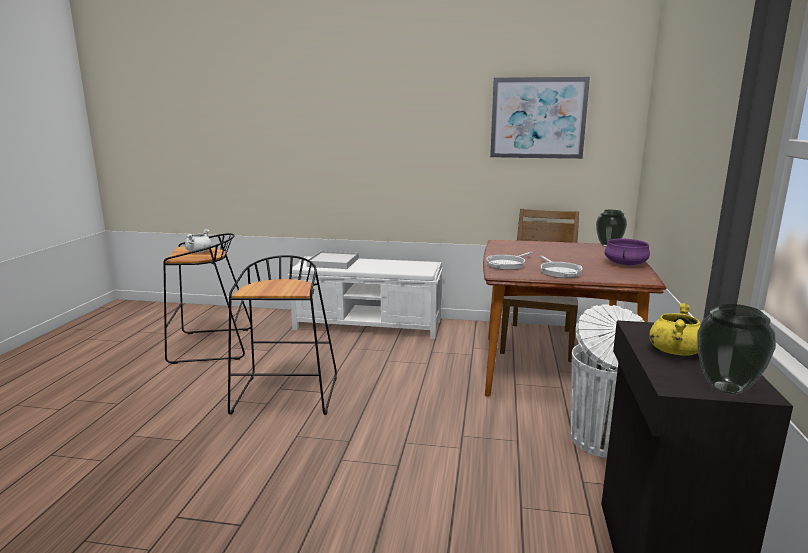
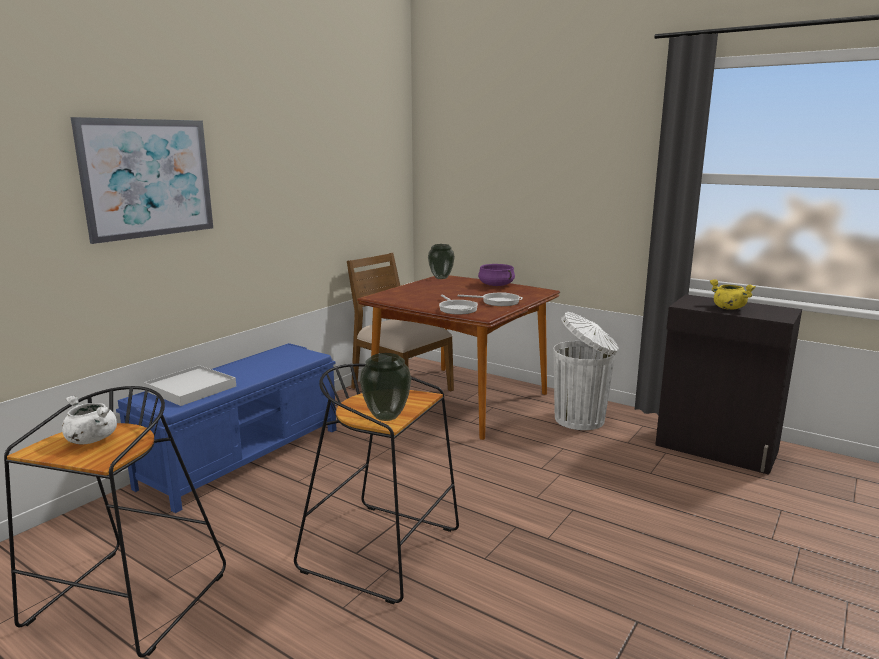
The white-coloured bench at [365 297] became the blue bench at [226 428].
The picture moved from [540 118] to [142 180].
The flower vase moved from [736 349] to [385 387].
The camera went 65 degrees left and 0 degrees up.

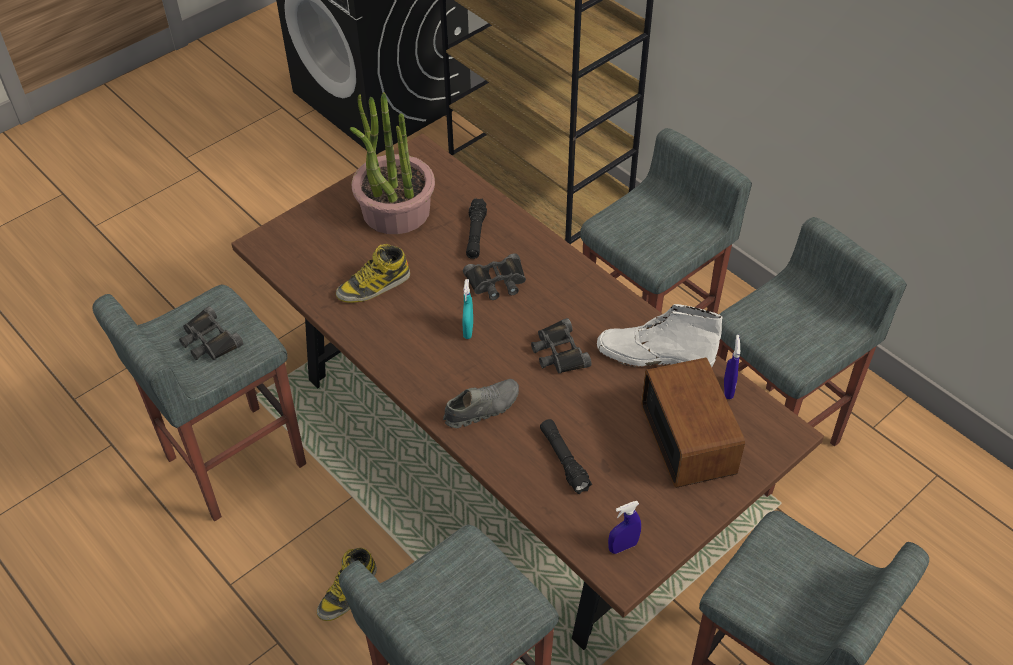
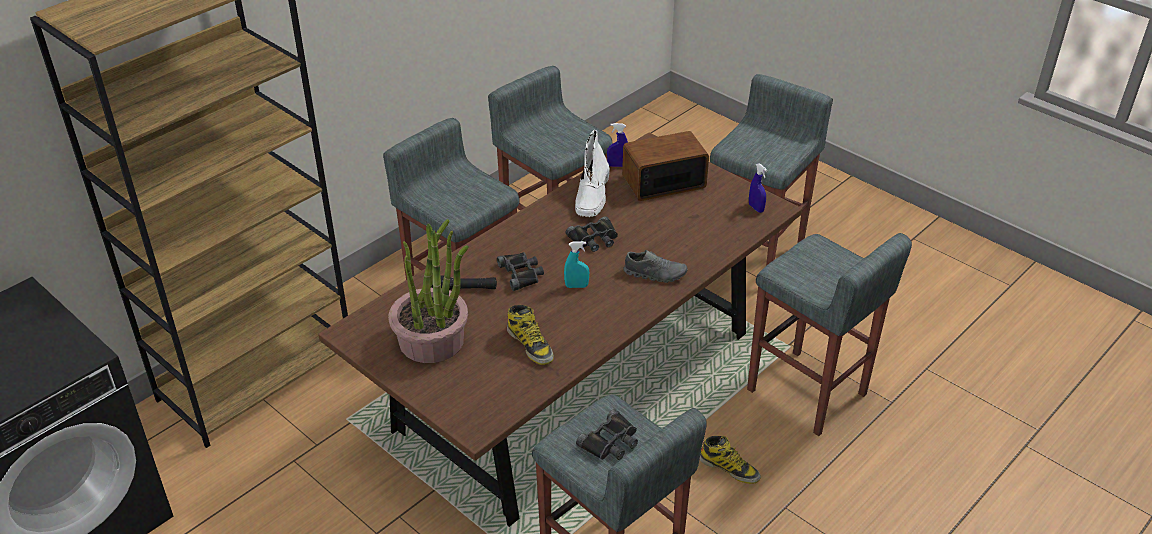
The grey low shoe at [481 403] turned 135 degrees clockwise.
The black-coloured hand torch at [566 456] disappeared.
The camera went 95 degrees left and 10 degrees down.

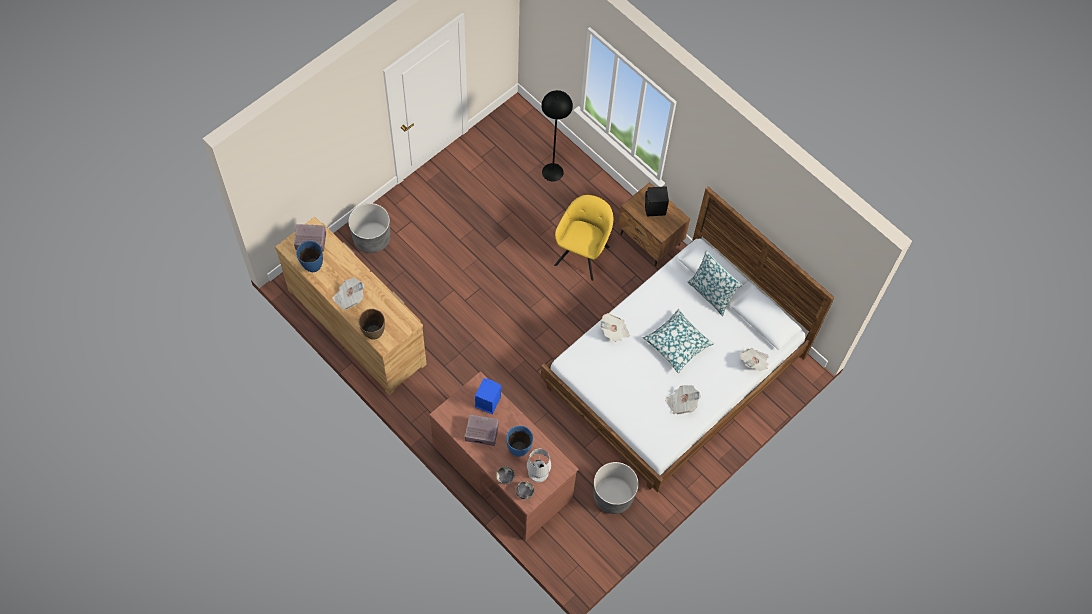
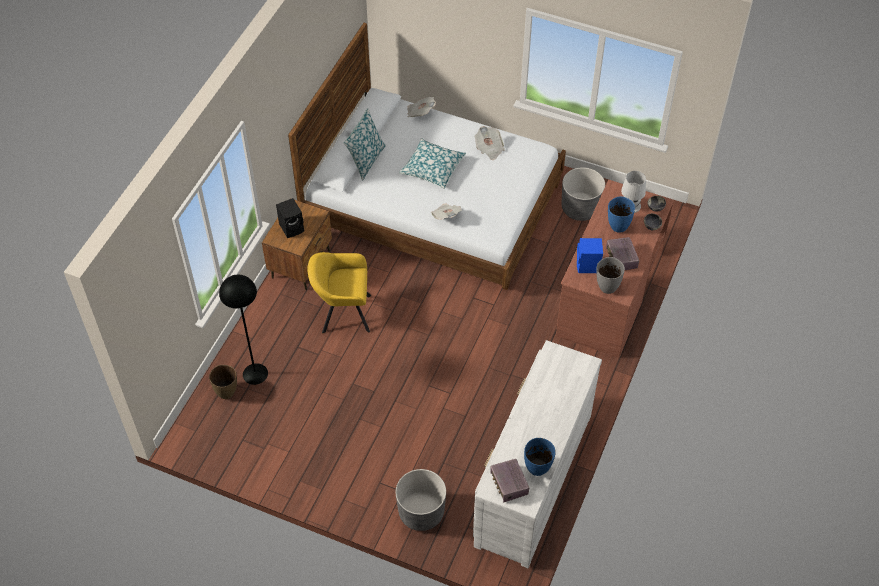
The brownish drawer chest at [350 306] became the white-coloured drawer chest at [537 454].
The newspaper at [348 294] disappeared.
The brownish flower vase moved from [371 324] to [223 382].
The grey flower vase at [611 275] appeared.
The camera went 110 degrees left and 10 degrees down.

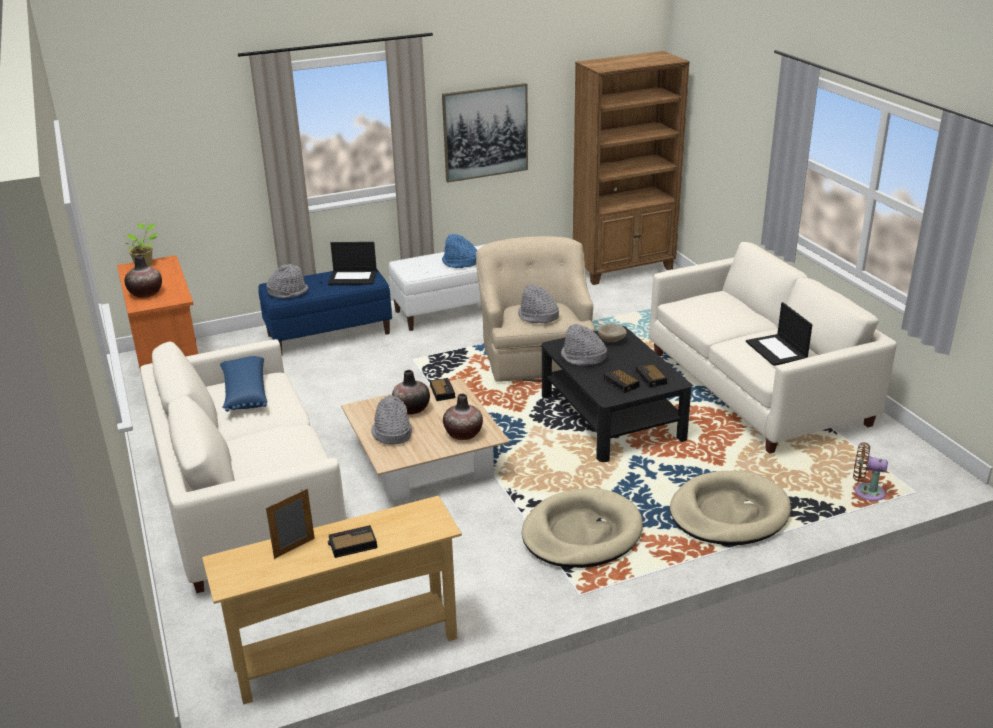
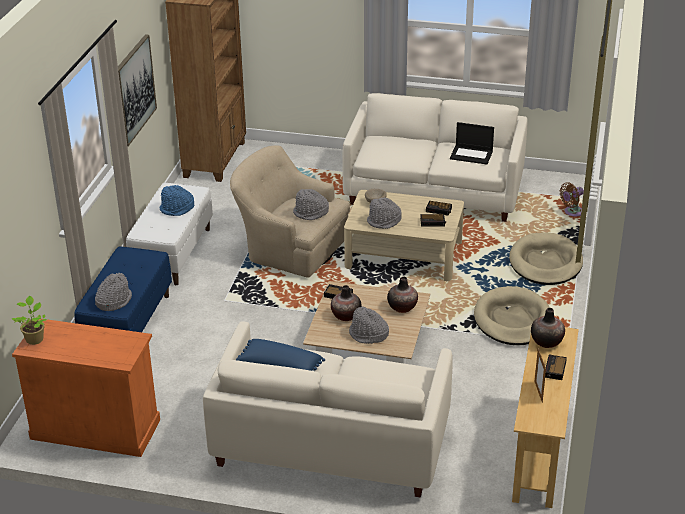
The flower vase moved from [143 276] to [548 328].
The portable computer at [352 263] disappeared.
The black-coloured low table at [617 394] became the beige low table at [404 235].
The camera went 55 degrees left and 5 degrees up.

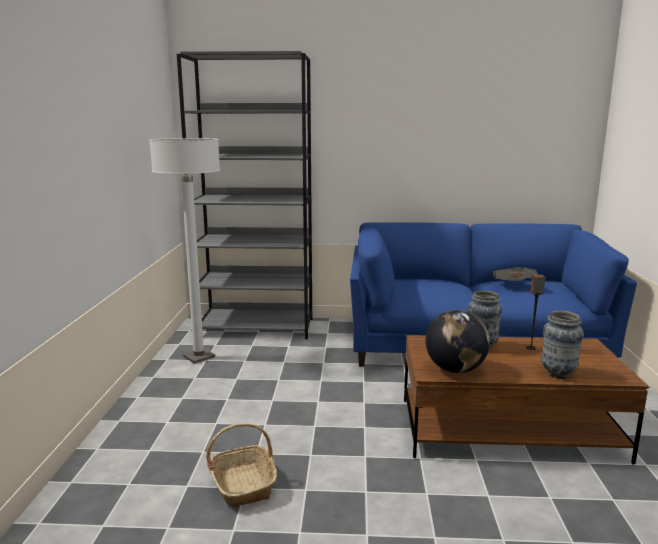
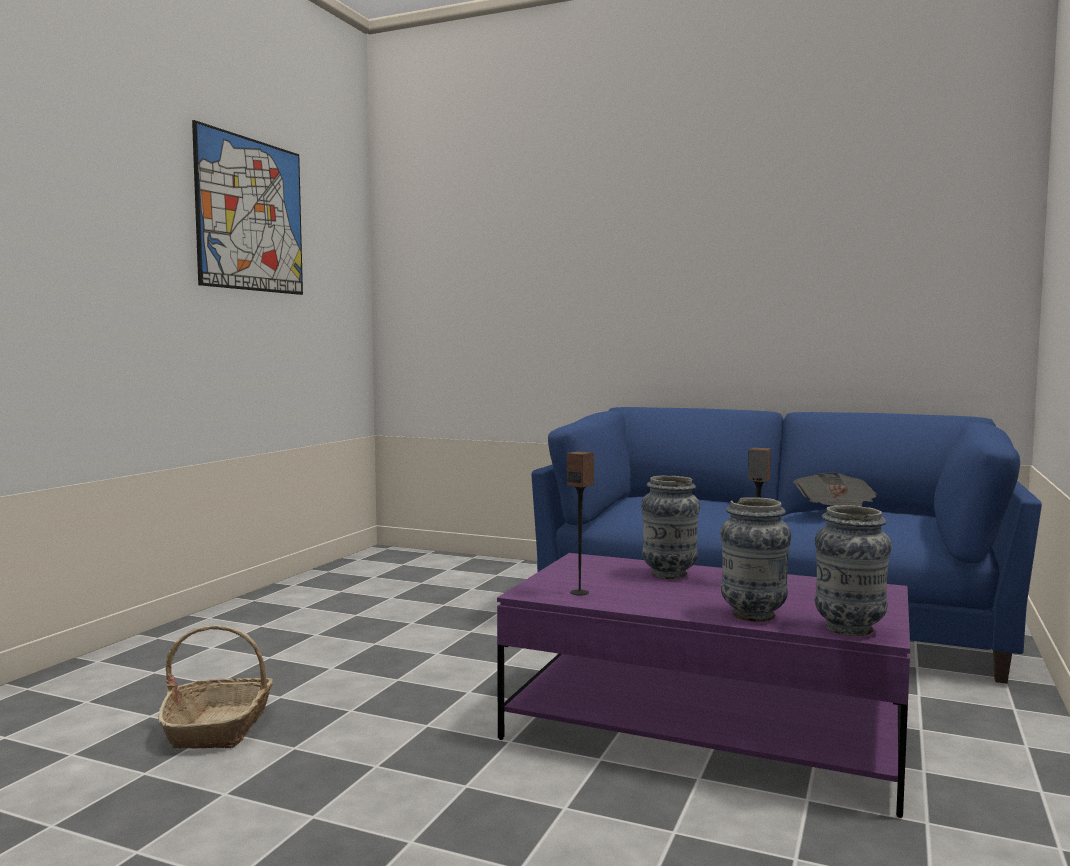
The white-coloured standard lamp at [185 251] disappeared.
The grey bookcase at [244 195] disappeared.
The brownish low table at [526 400] became the purple low table at [703 685].
The desk globe at [458 341] was replaced by the audio speaker at [580 523].
The picture at [247 207] appeared.
The flower vase at [853 570] appeared.
The camera went 20 degrees right and 10 degrees down.

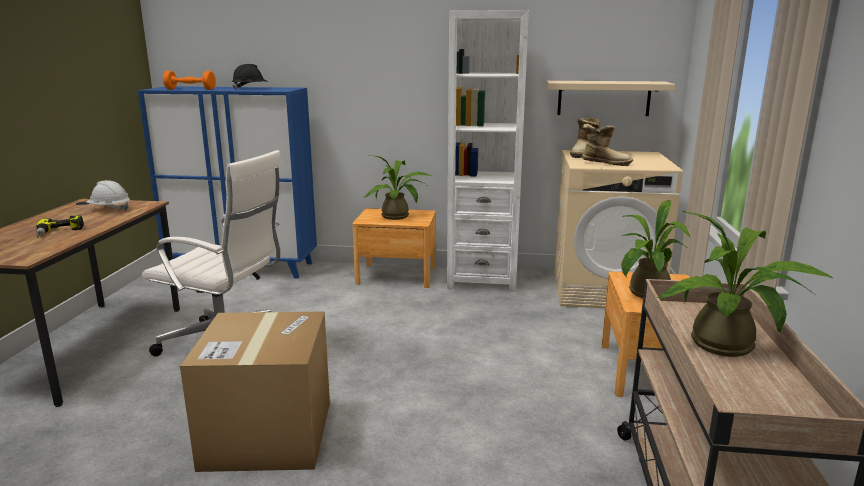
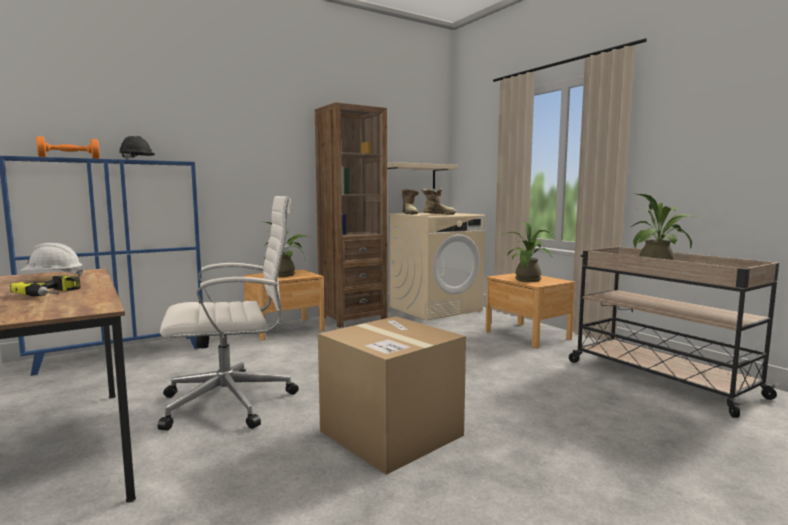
The white-coloured bookcase at [488 151] became the brownish bookcase at [351 215].
The camera went 40 degrees left and 10 degrees down.

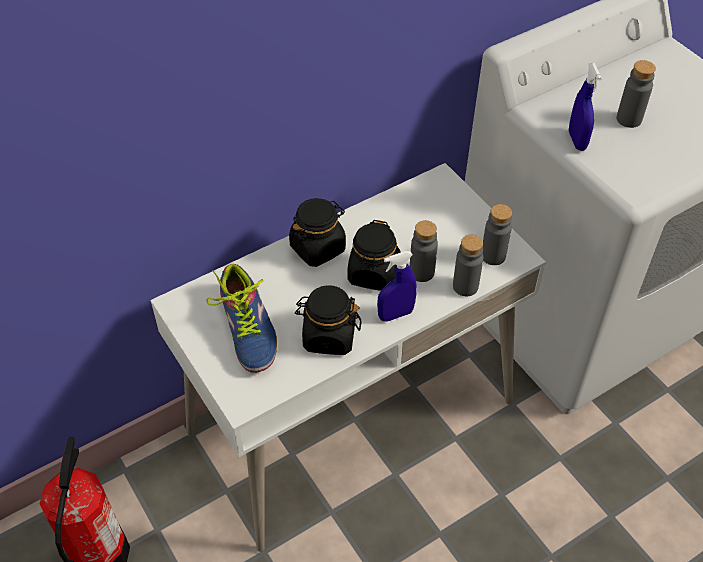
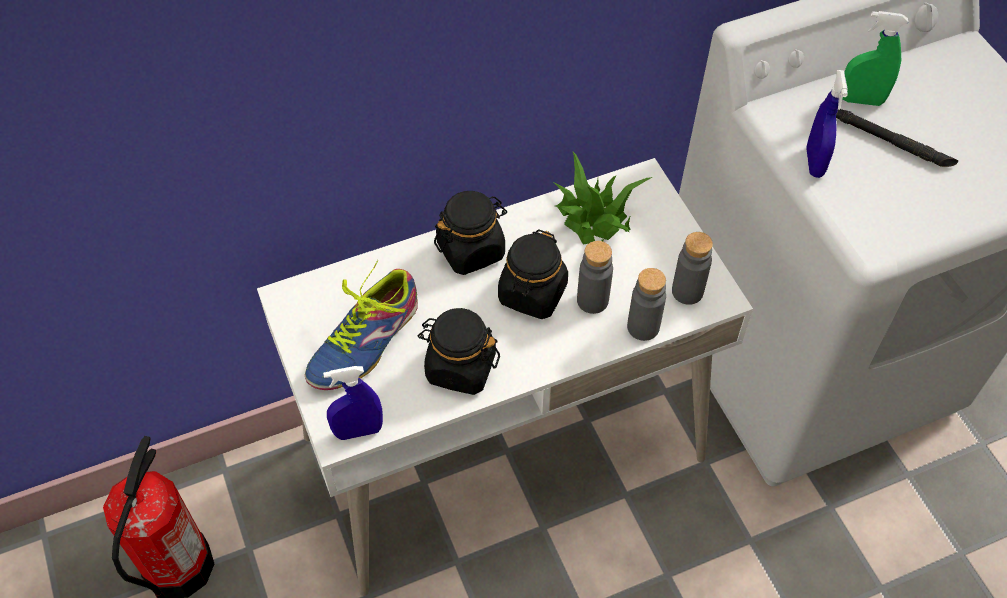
The low shoe at [241 318] turned 45 degrees clockwise.
The blue sprayer moved from [397 286] to [353 403].
The grey bottle at [636 94] was replaced by the black-coloured hand torch at [897 138].
The plant in a pot at [602 198] appeared.
The green-coloured sprayer at [875 58] appeared.
The camera went 10 degrees right and 5 degrees up.

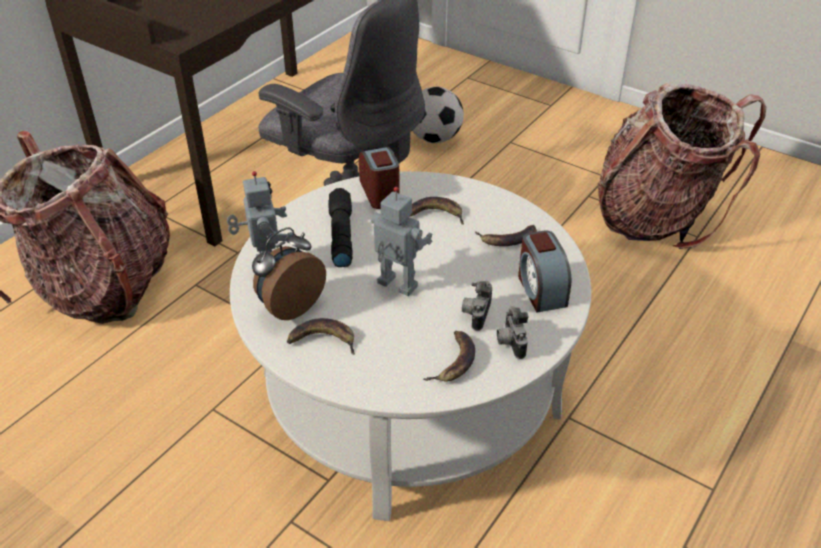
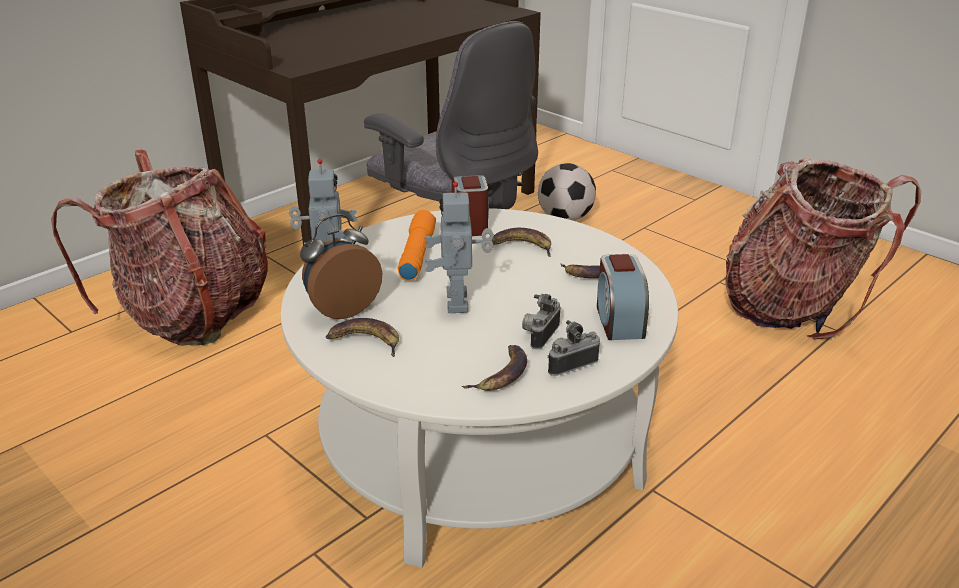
The black-coloured hand torch at [340 227] became the orange hand torch at [417 245].
The toy robot at [401 241] turned 135 degrees counterclockwise.
The still camera at [512 332] turned 60 degrees clockwise.
The camera went 10 degrees right and 10 degrees down.

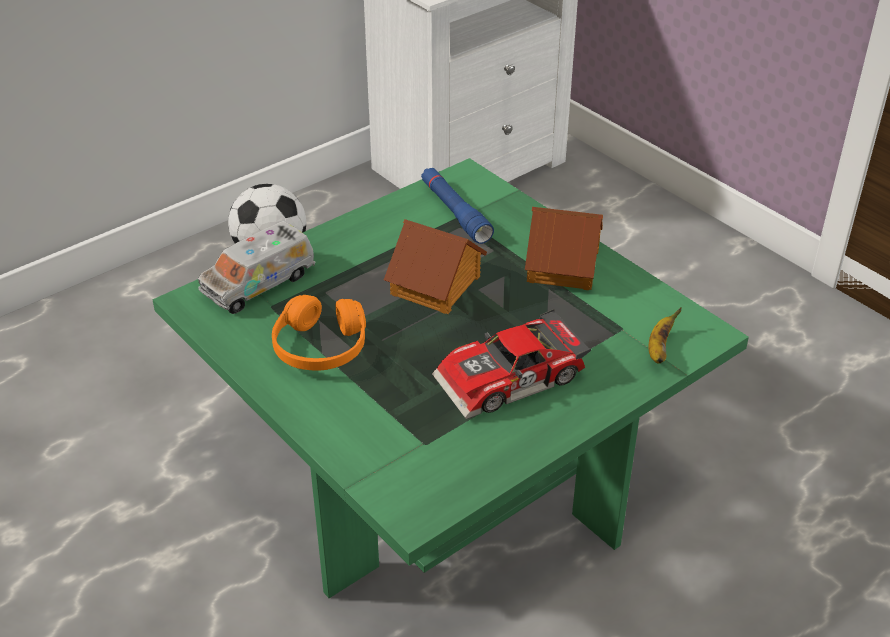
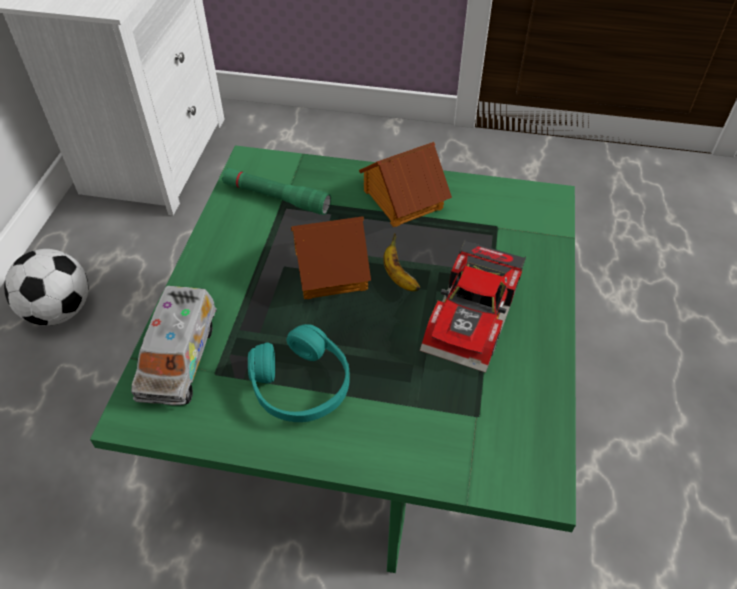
The orange headset at [319 333] became the turquoise headset at [299 373].
The blue hand torch at [457 205] became the green-coloured hand torch at [276 191].
The banana fruit moved from [665 336] to [401 262].
The camera went 40 degrees left and 10 degrees up.

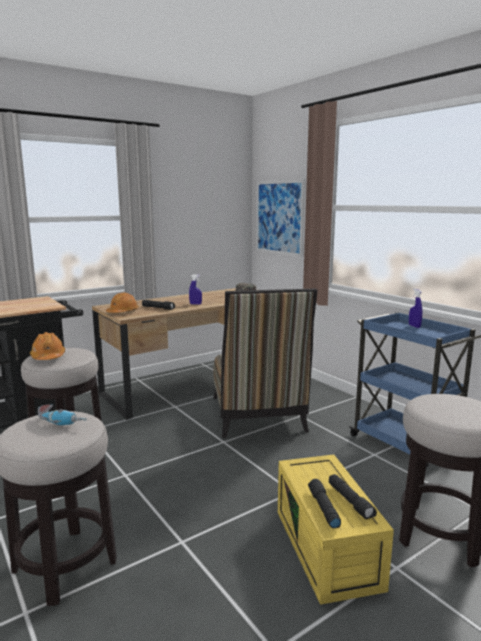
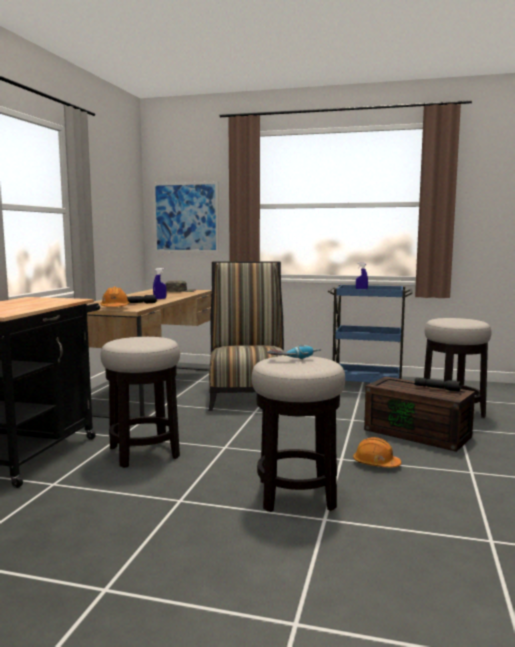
The orange work helmet moved from [47 346] to [377 452].
The plain chair at [265 363] turned 135 degrees counterclockwise.
The yellow-coloured storage container at [336 530] became the brownish storage container at [419 414].
The black-coloured hand torch at [324 503] disappeared.
The camera went 40 degrees left and 5 degrees down.

